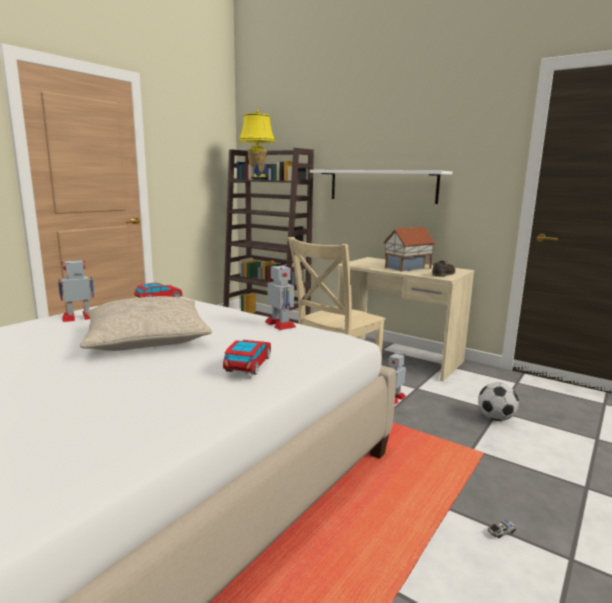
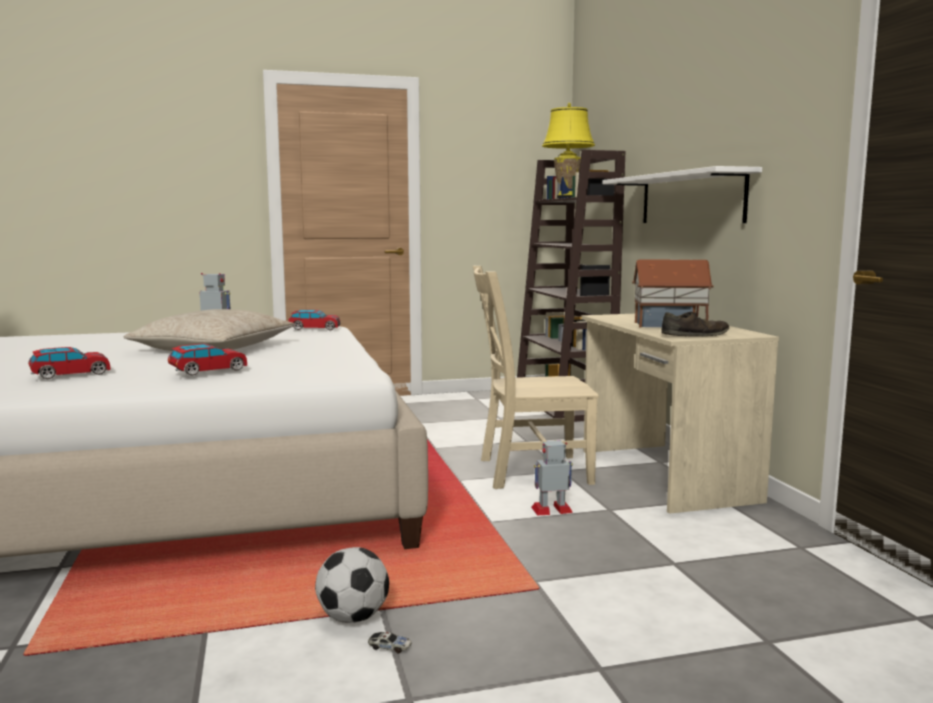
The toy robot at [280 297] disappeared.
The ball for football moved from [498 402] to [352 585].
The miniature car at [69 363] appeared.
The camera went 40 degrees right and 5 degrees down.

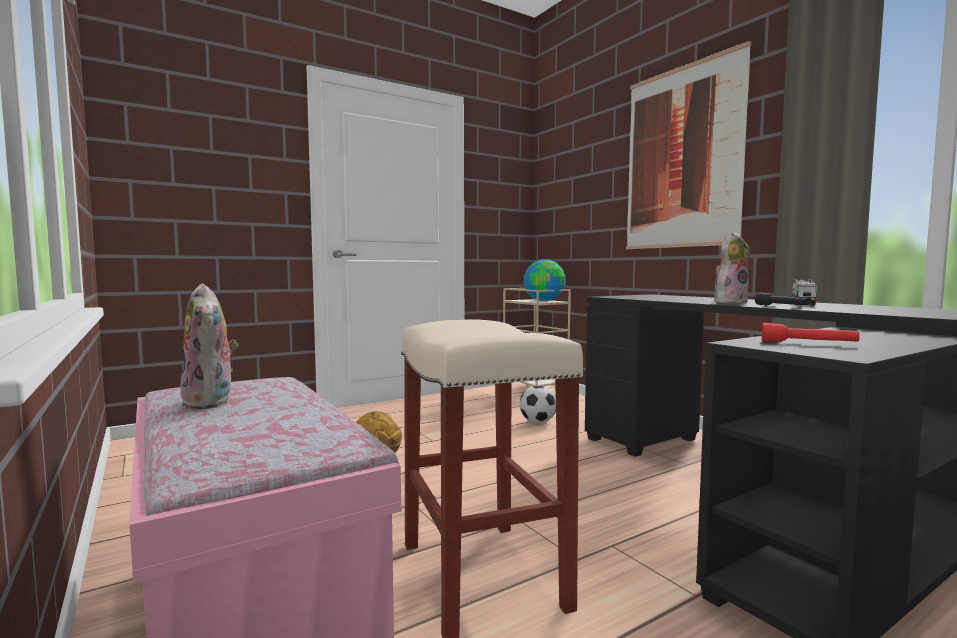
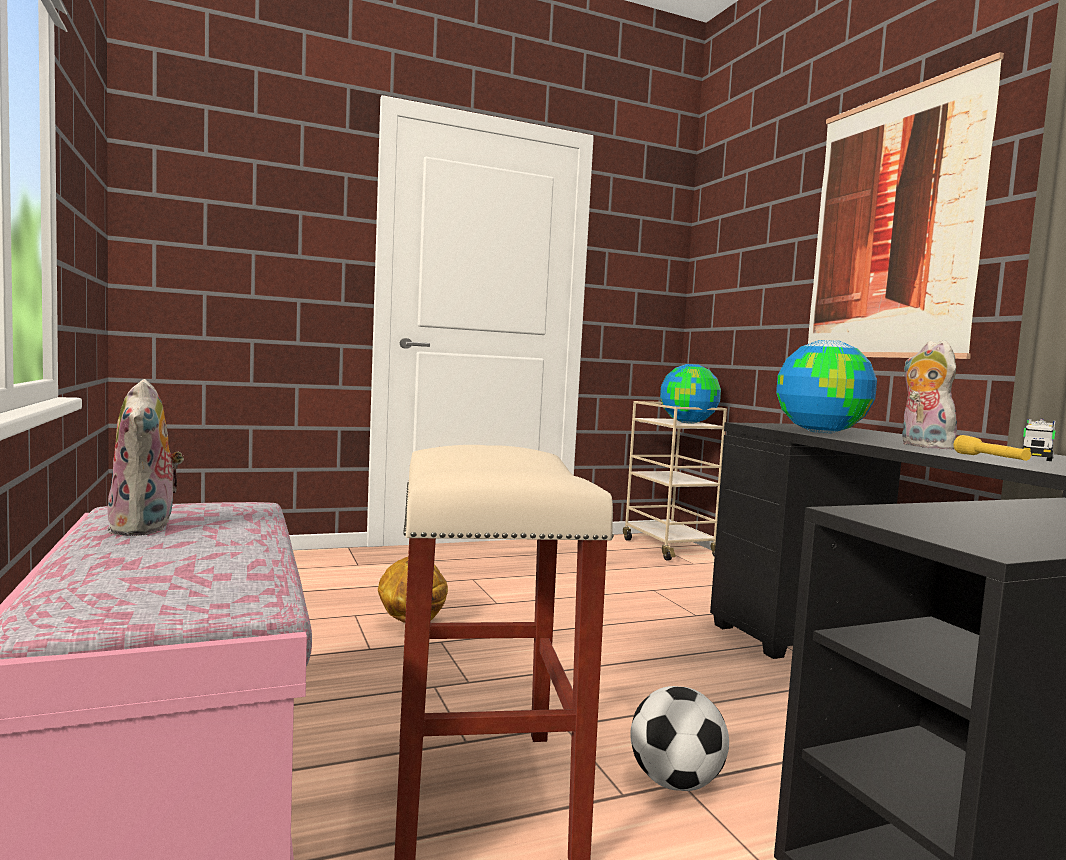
The ball for football moved from [537 404] to [679 738].
The cuddly toy at [732 267] turned 90 degrees counterclockwise.
The black-coloured hand torch at [782 298] became the yellow-coloured hand torch at [992 448].
The reddish hand torch at [810 332] disappeared.
The desk globe at [826 386] appeared.
The camera went 10 degrees right and 0 degrees up.

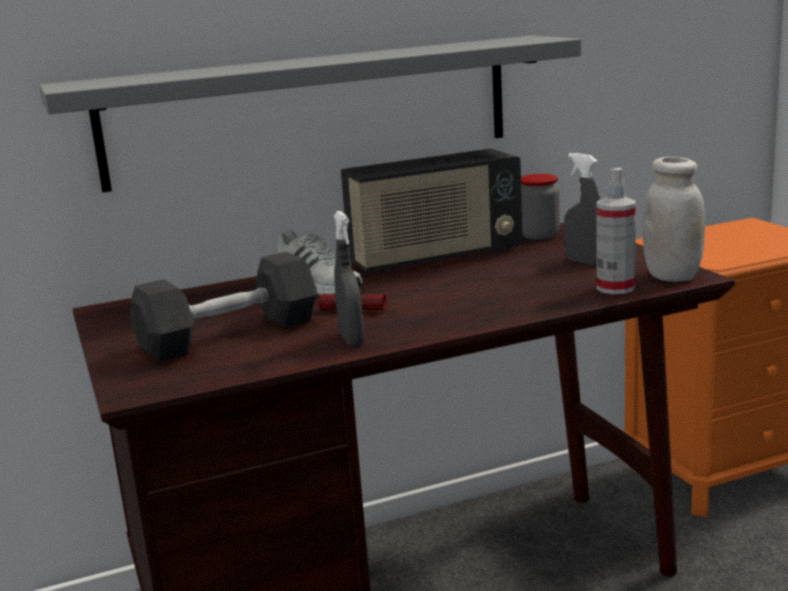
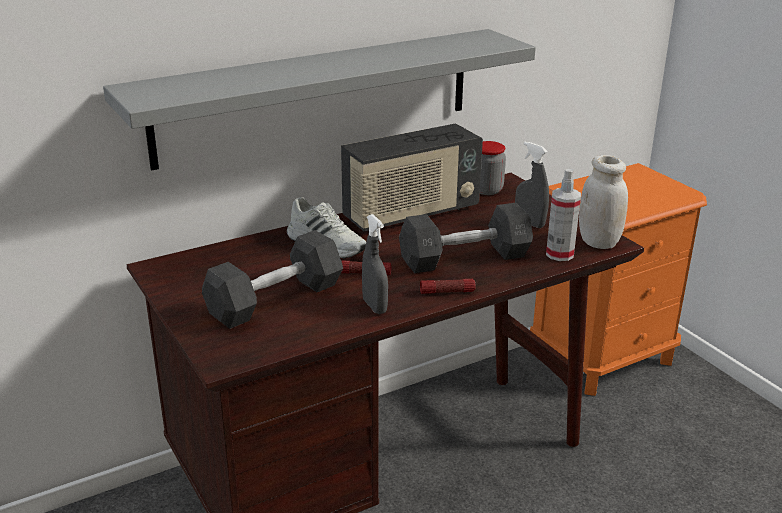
The grey dumbbell at [466 238] appeared.
The hand torch at [448 286] appeared.
The camera went 10 degrees left and 10 degrees up.

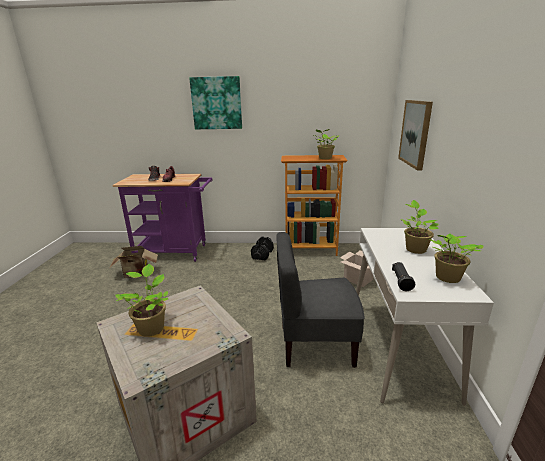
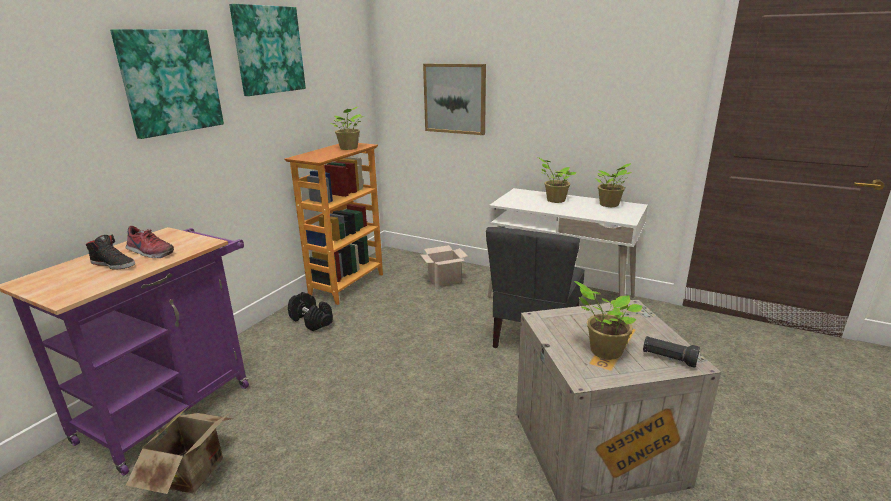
The black-coloured hand torch moved from [403 276] to [671 352].
The picture at [267 50] appeared.
The camera went 65 degrees left and 0 degrees up.

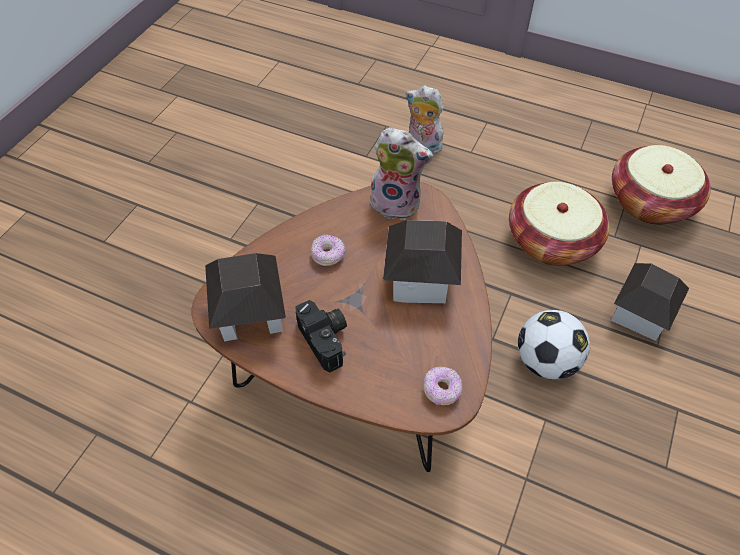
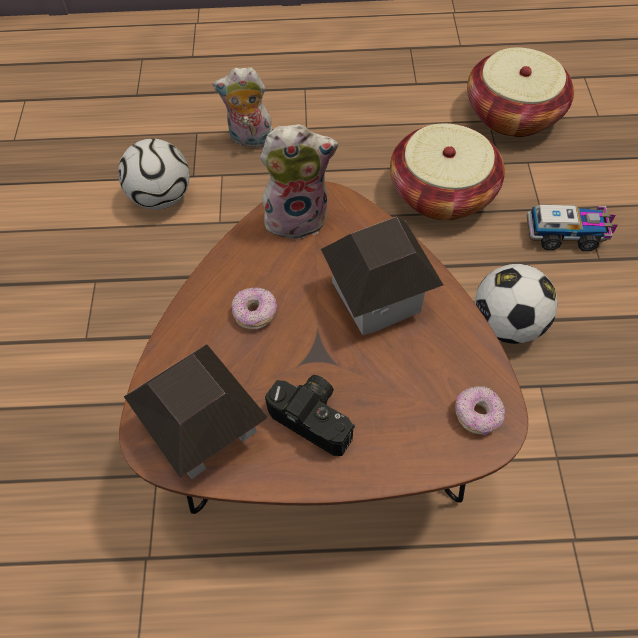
The miniature house at [650 302] was replaced by the model truck at [572 228].
The ball for football at [154 174] appeared.
The camera went 25 degrees left and 5 degrees up.

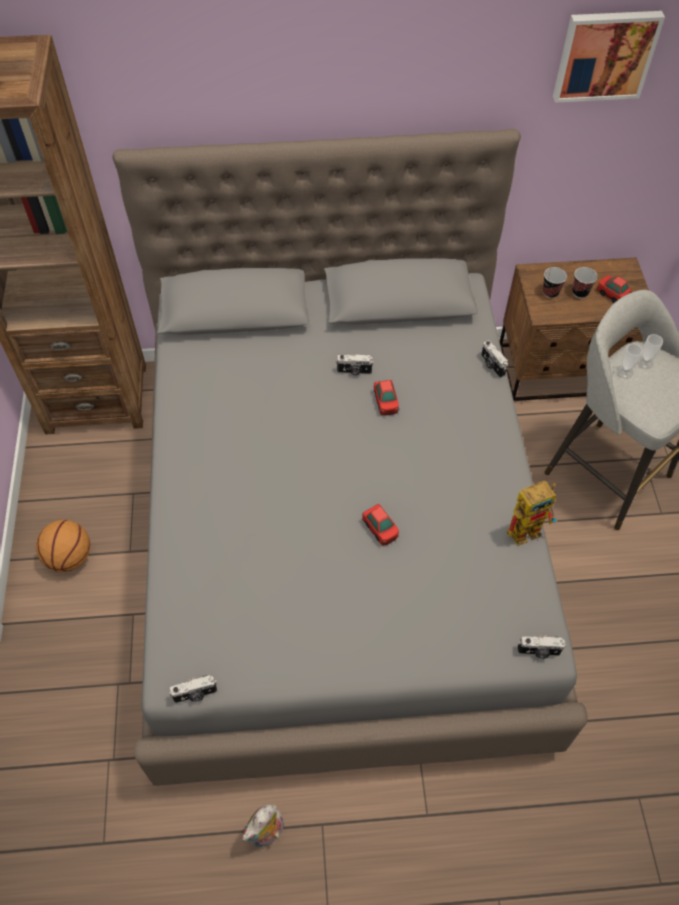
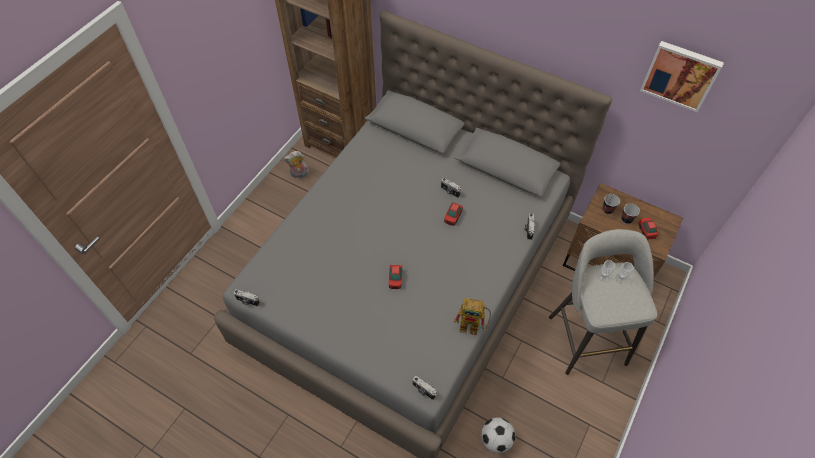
The basketball ball at [63 546] disappeared.
The cuddly toy moved from [263 826] to [296 164].
The ball for football at [498 435] appeared.
The camera went 35 degrees right and 0 degrees up.

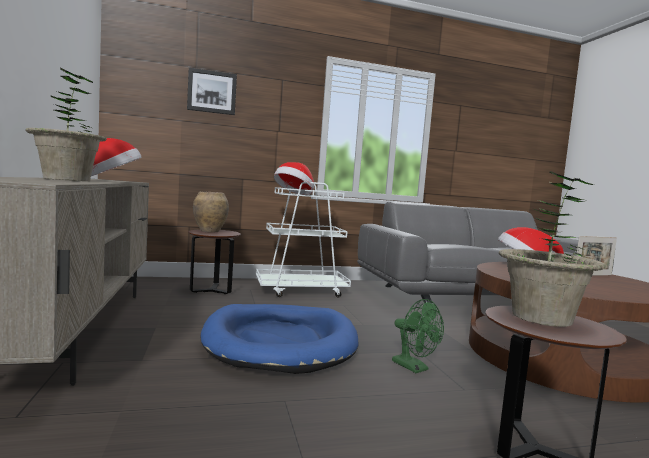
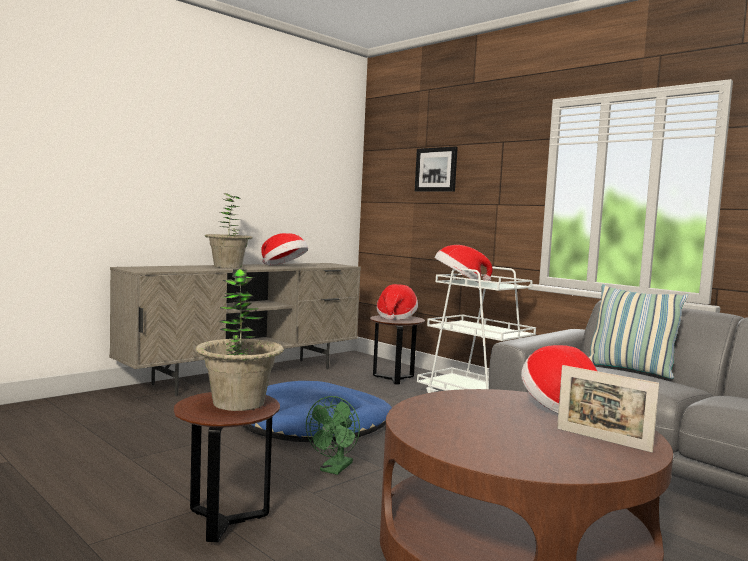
The brownish flower vase at [211 212] was replaced by the hat at [397 302].
The pillow at [638 332] appeared.
The camera went 60 degrees right and 0 degrees up.

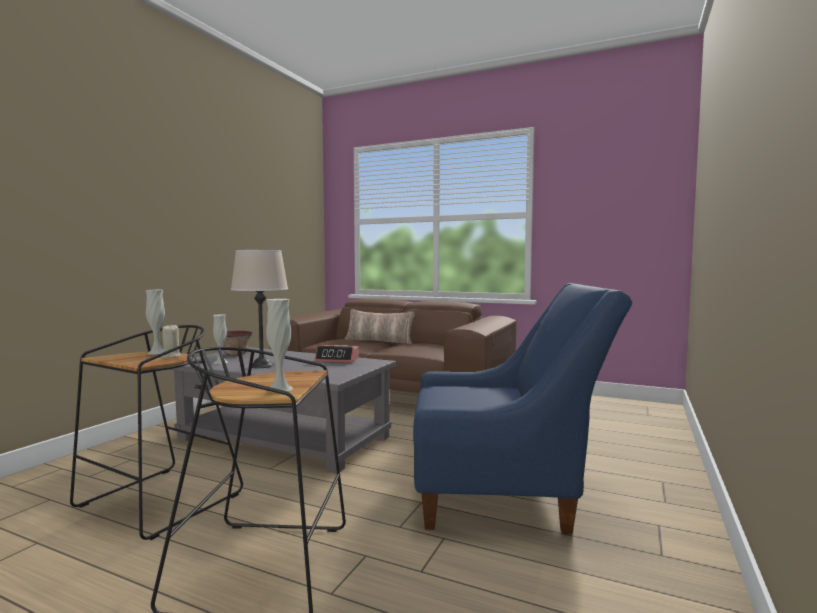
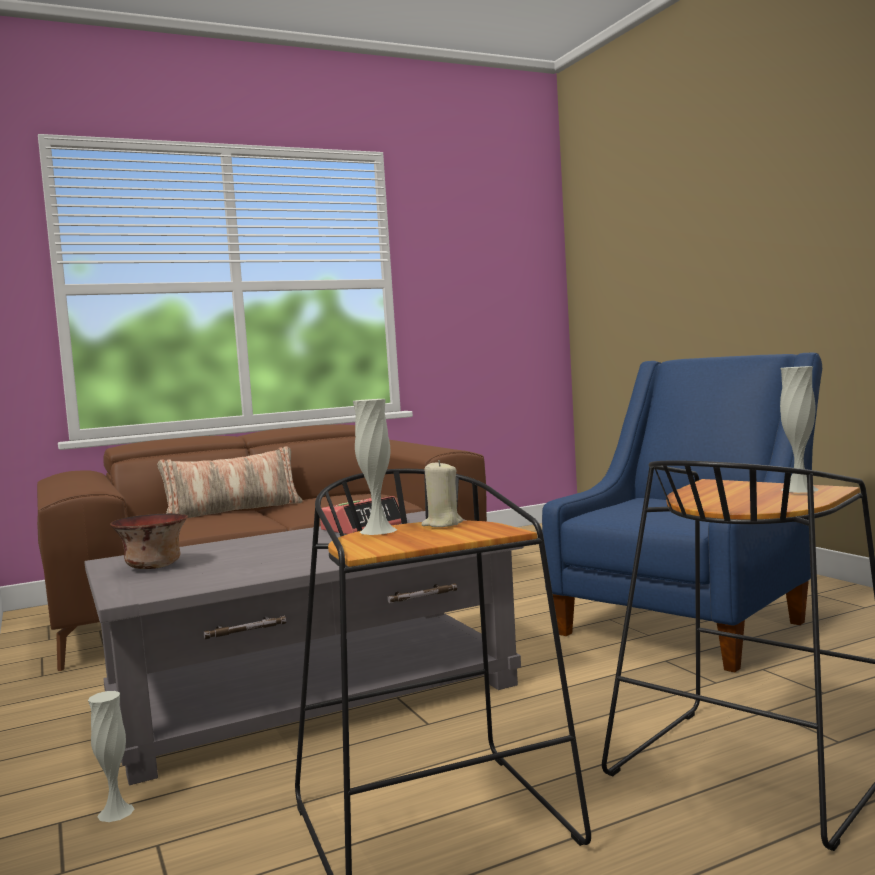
The white-coloured flower vase moved from [220 339] to [111 756].
The beige table lamp at [259 309] disappeared.
The camera went 50 degrees left and 0 degrees up.

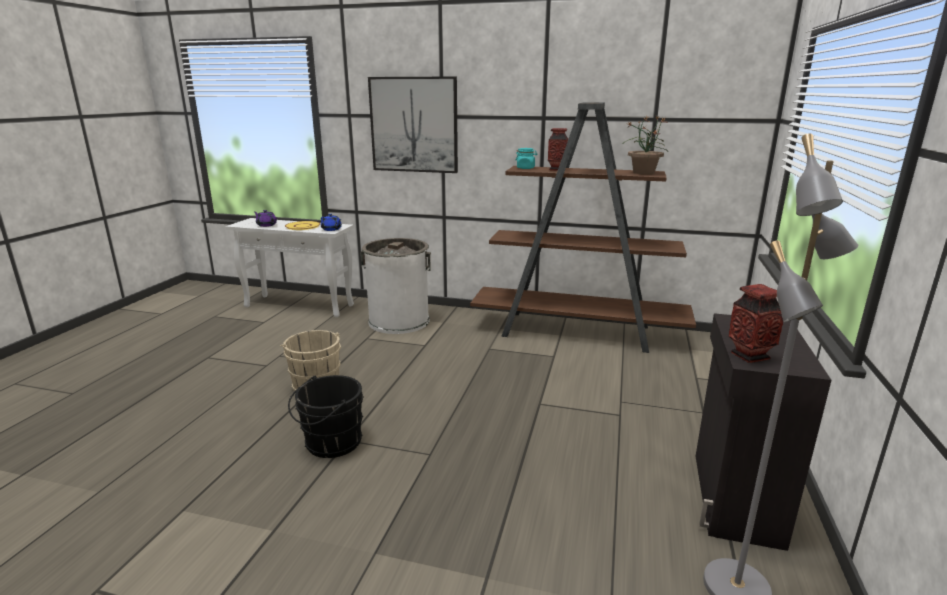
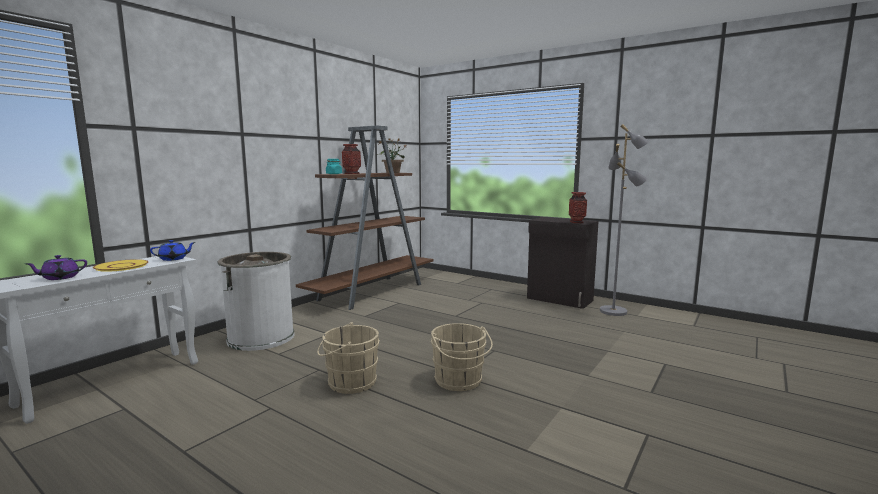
The black-coloured pail at [326 416] became the beige pail at [461 357].
The picture at [413 125] disappeared.
The camera went 70 degrees left and 10 degrees down.

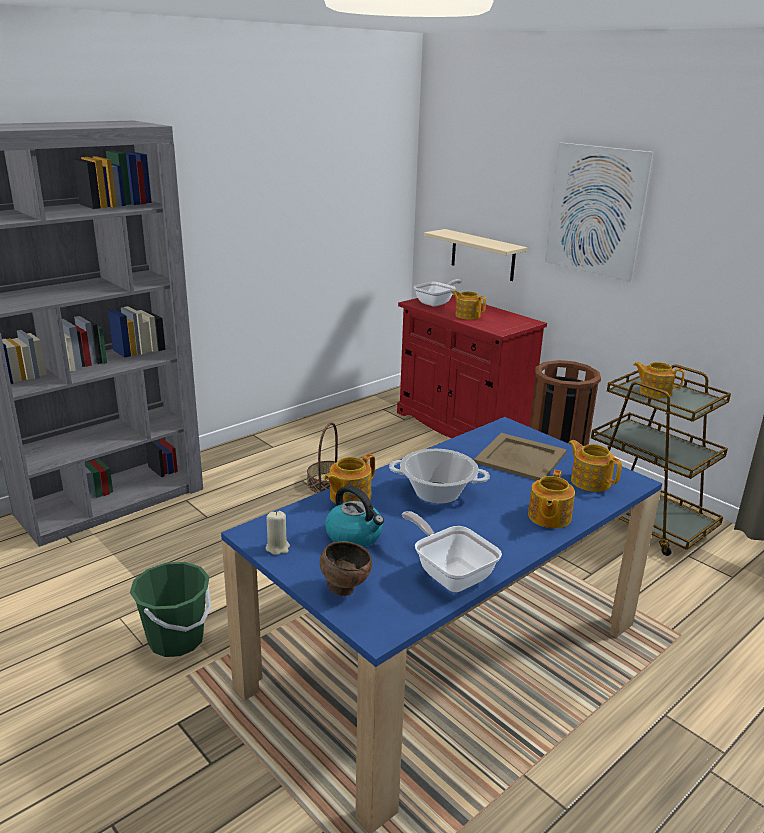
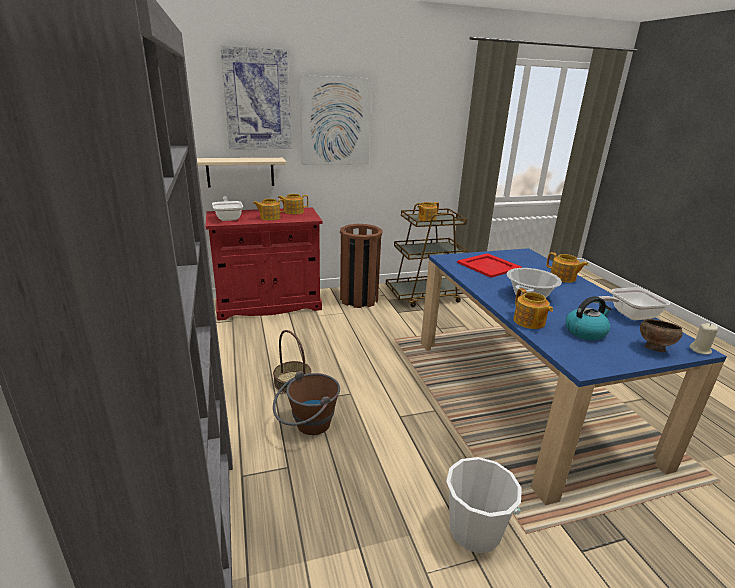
The green-coloured pail at [170 609] became the white-coloured pail at [484 505].
The beige wax candle moved from [278 533] to [704 339].
The beige serving tray at [520 456] became the reddish serving tray at [489 265].
The pot for tea moved from [595 466] to [293 204].
The picture at [256 97] appeared.
The brownish pail at [306 403] appeared.
The camera went 65 degrees left and 0 degrees up.

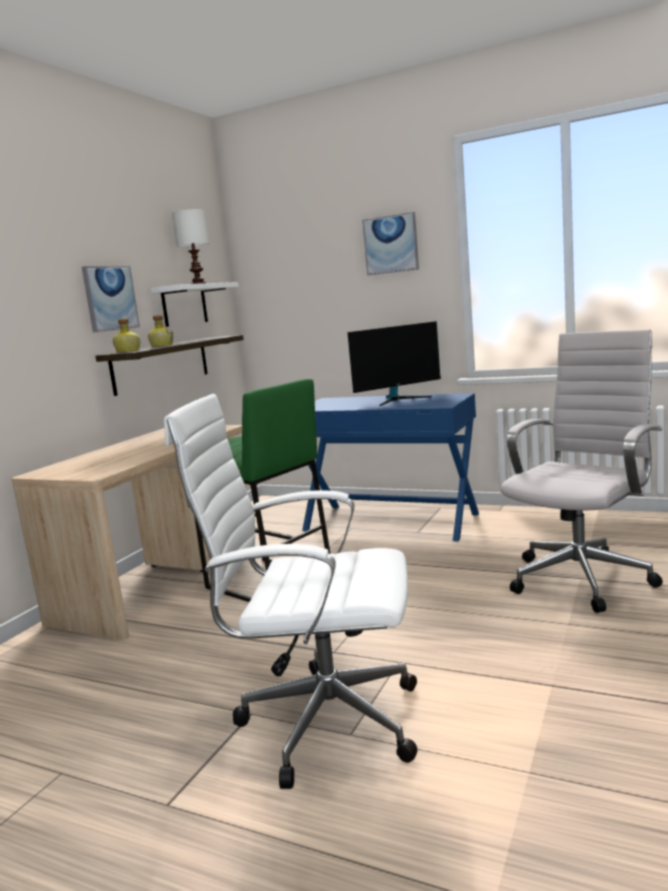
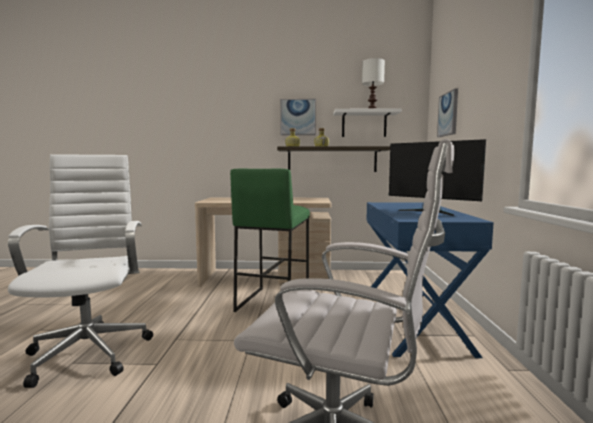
The picture moved from [390 243] to [447 112].
The camera went 65 degrees right and 5 degrees down.

